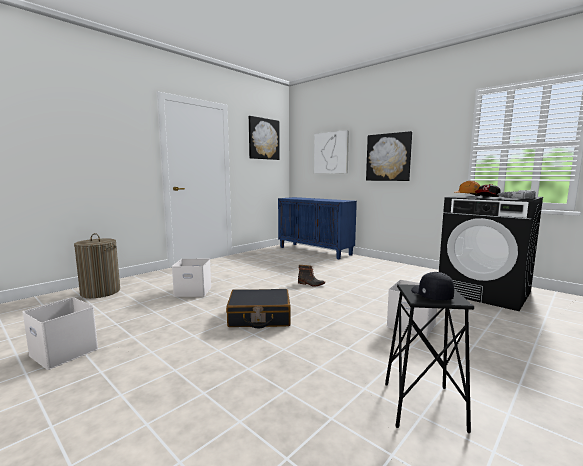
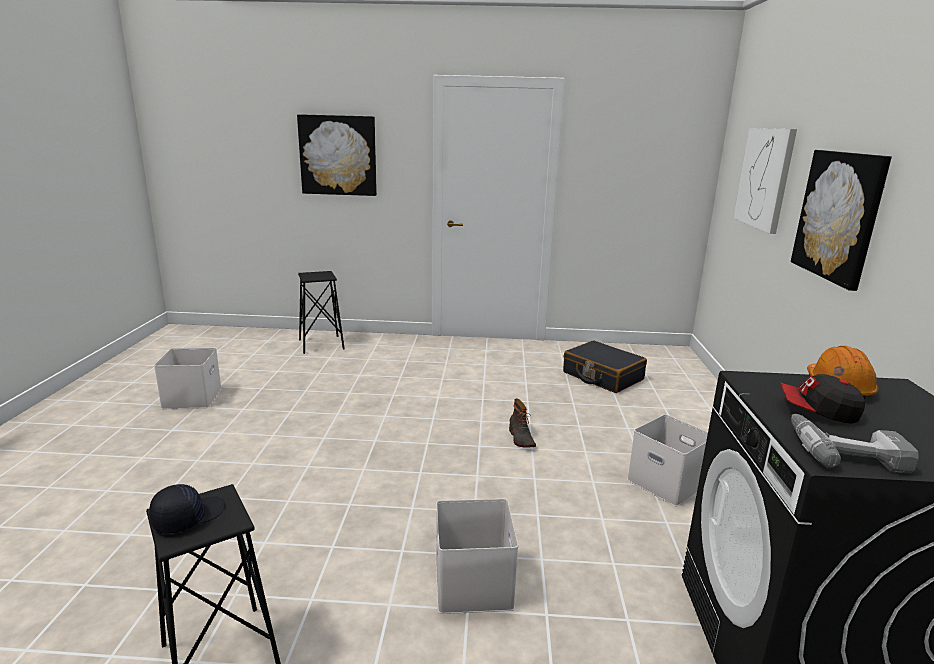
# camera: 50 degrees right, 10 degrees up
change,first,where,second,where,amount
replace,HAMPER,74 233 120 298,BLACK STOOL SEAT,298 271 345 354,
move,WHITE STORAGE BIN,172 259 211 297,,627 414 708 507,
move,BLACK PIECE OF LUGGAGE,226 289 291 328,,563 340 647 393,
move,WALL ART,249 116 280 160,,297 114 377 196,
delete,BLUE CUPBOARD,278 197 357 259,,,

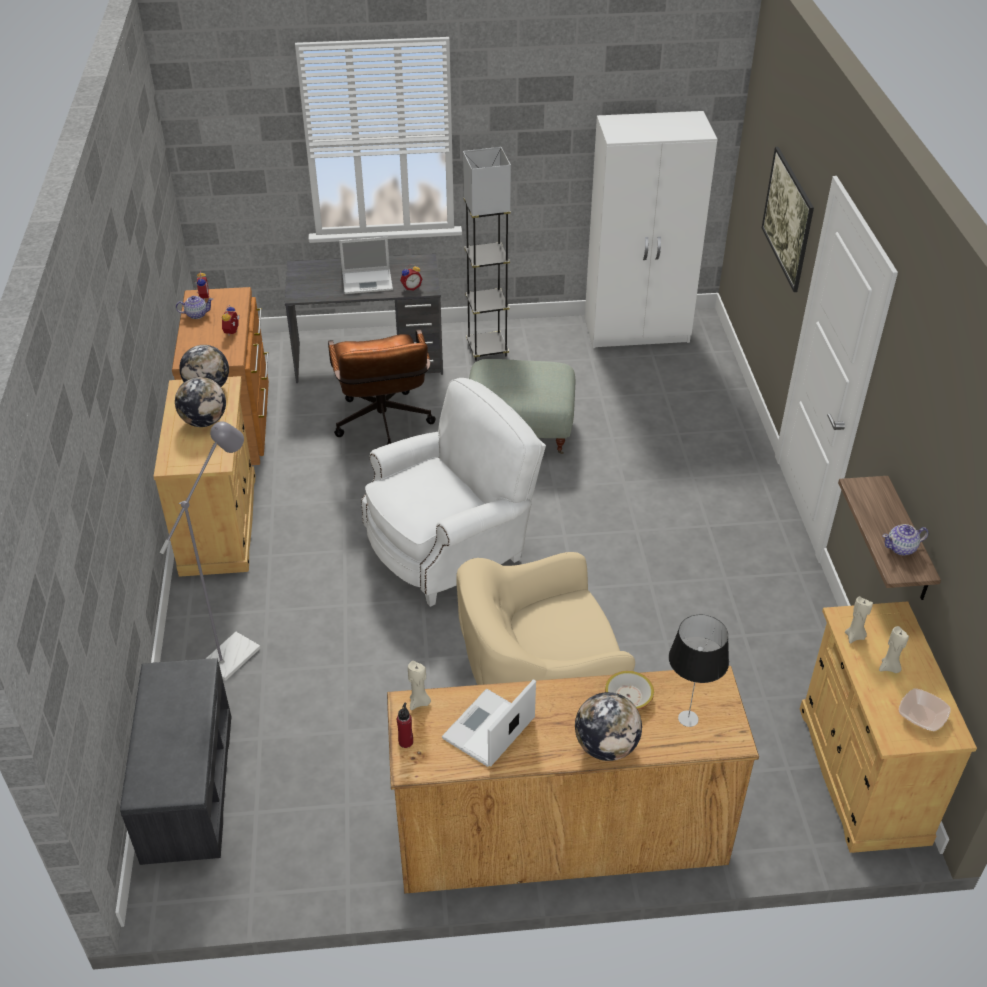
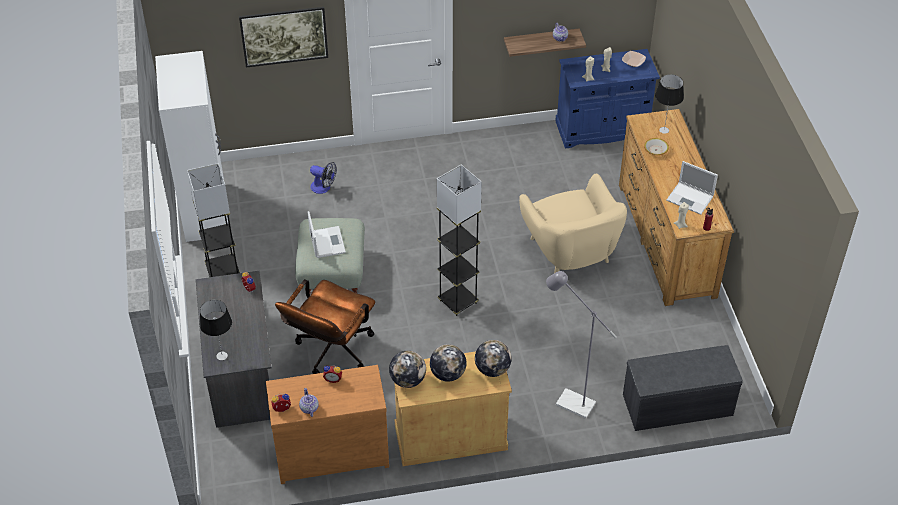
# camera: 95 degrees left, 5 degrees up
change,first,where,second,where,amount
rotate,BROWN-COLOURED DESK CHAIR,328 329 436 445,,275 279 375 374,135 degrees clockwise
move,PORTABLE COMPUTER,339 237 393 294,,308 211 346 258,
replace,WHITE LOUNGE CHAIR,361 378 546 607,GREY FLOOR LAMP,437 165 482 316,
move,GLOBE,575 692 642 761,,475 340 512 377,
recolor,BEIGE-COLOURED CUPBOARD,800 601 977 853,BLUE CUPBOARD,555 49 660 149,
insert,,,TABLETOP LAMP,200 300 232 360,
insert,,,ELECTRIC FAN,310 162 337 194,

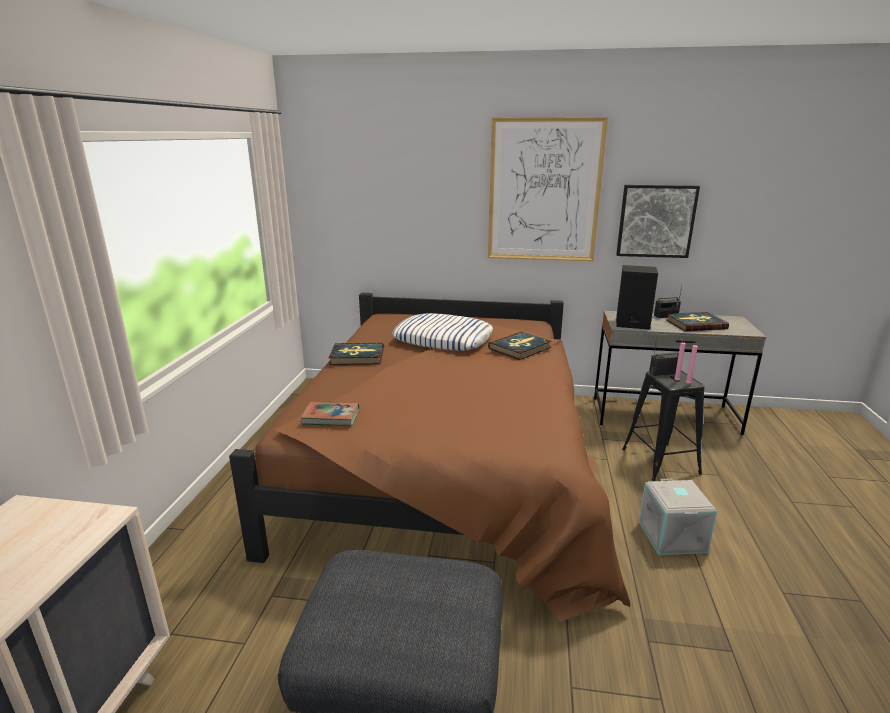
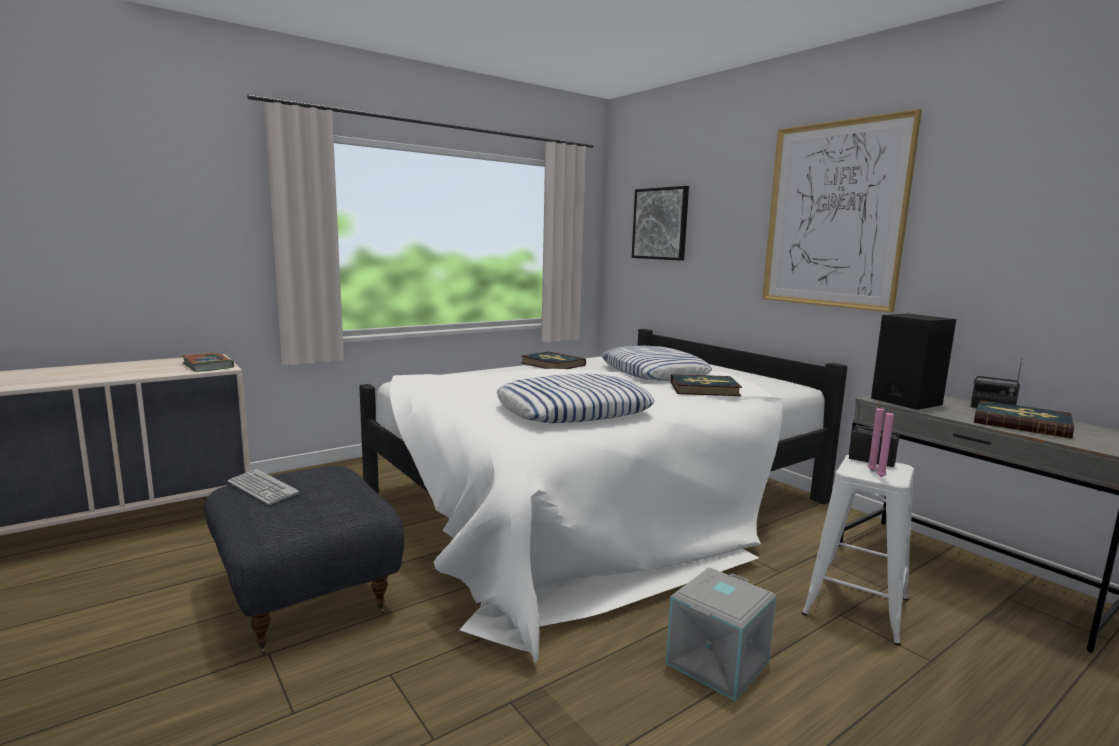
# camera: 45 degrees right, 10 degrees down
change,first,where,second,where,amount
recolor,BROWN-COLOURED BED,229 293 630 621,WHITE BED,359 329 847 663,
move,BOOK,301 402 359 426,,182 353 234 372,
move,WALL ART,616 185 700 258,,632 186 689 261,
recolor,BLACK STOOL SEAT,622 370 705 481,WHITE STOOL SEAT,802 455 914 646,
insert,,,KEYBOARD,228 469 300 505,
insert,,,PILLOW,497 374 655 423,

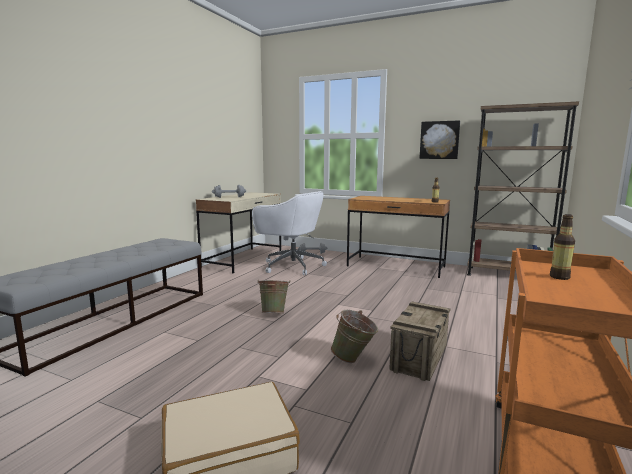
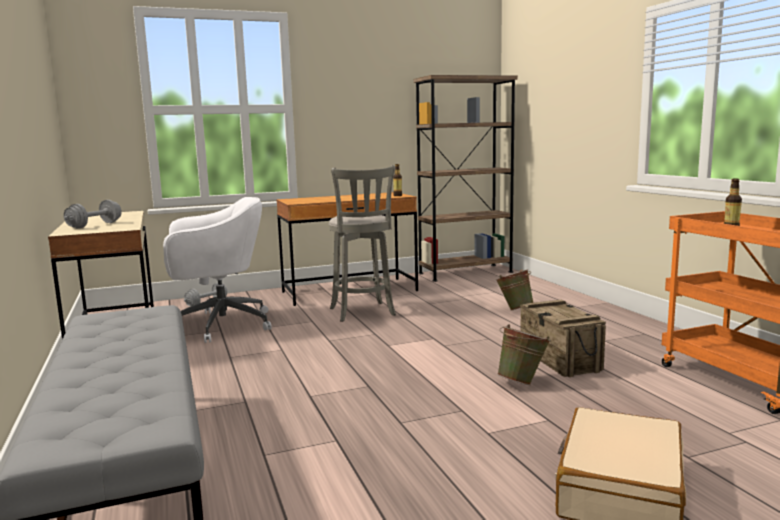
# camera: 45 degrees left, 0 degrees up
change,first,where,second,where,amount
move,GREEN WATER BUCKET,257 280 290 313,,495 269 533 311,
delete,WALL ART,420 120 460 159,,,
insert,,,GREY STOOL SEAT,329 165 396 322,

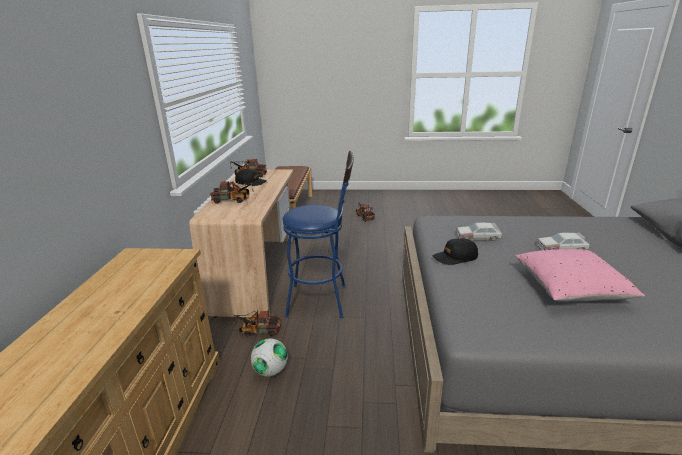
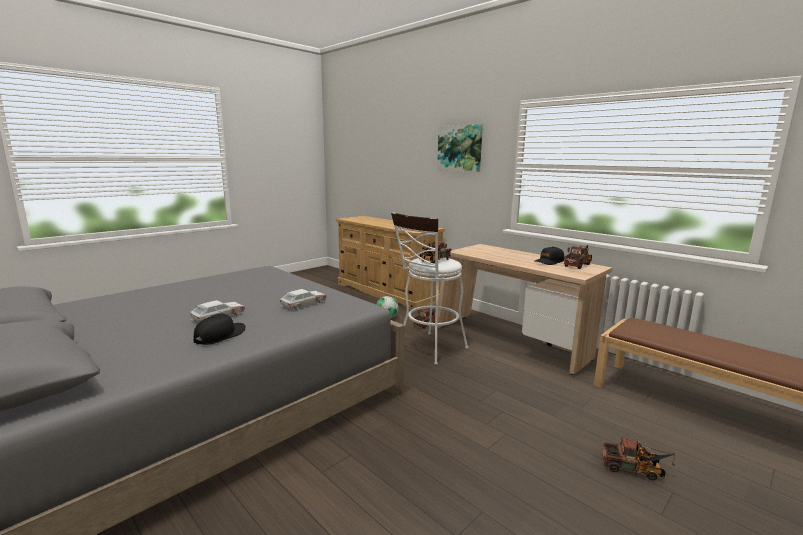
# camera: 130 degrees right, 10 degrees down
change,first,where,second,where,amount
move,TOY LORRY,210 181 254 204,,420 241 452 264,
recolor,BLUE STOOL SEAT,282 151 354 318,WHITE STOOL SEAT,391 212 468 365,
move,BLACK PEAKED CAP,432 239 478 265,,193 314 246 345,
delete,PINKISH PILLOW,515 249 645 302,,,
insert,,,WALL ART,437 124 483 172,

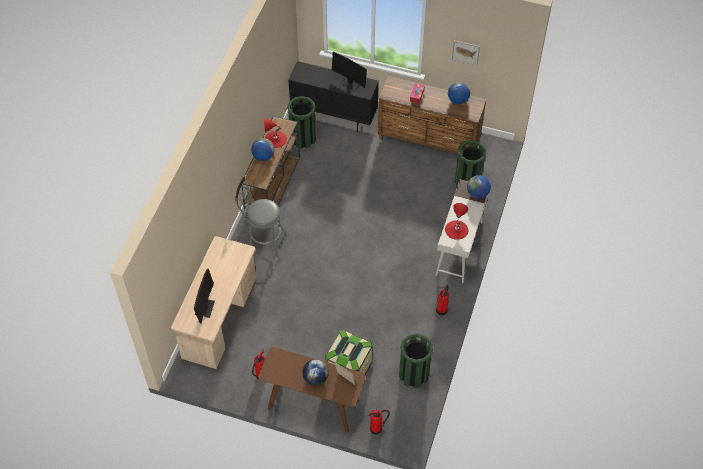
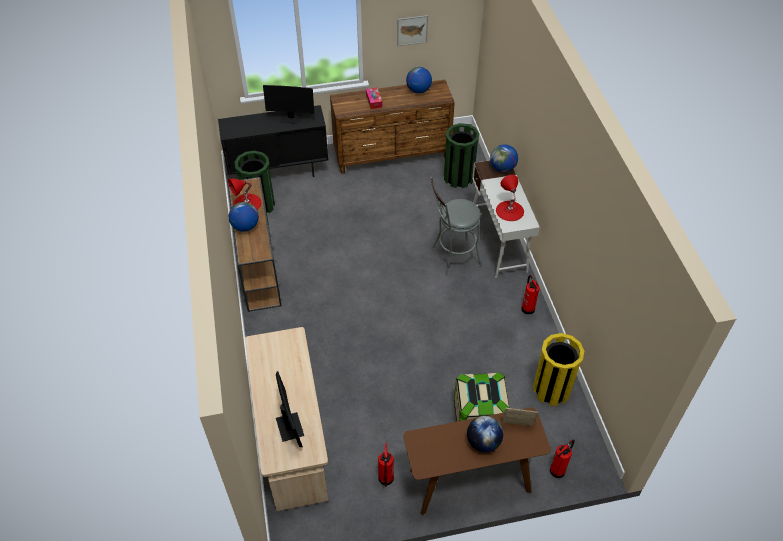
# camera: 30 degrees left, 5 degrees down
change,first,where,second,where,amount
move,GREY STOOL SEAT,235 176 286 259,,430 177 482 276,
recolor,GREEN TRASH CAN,399 333 433 388,YELLOWISH TRASH CAN,533 333 584 406,

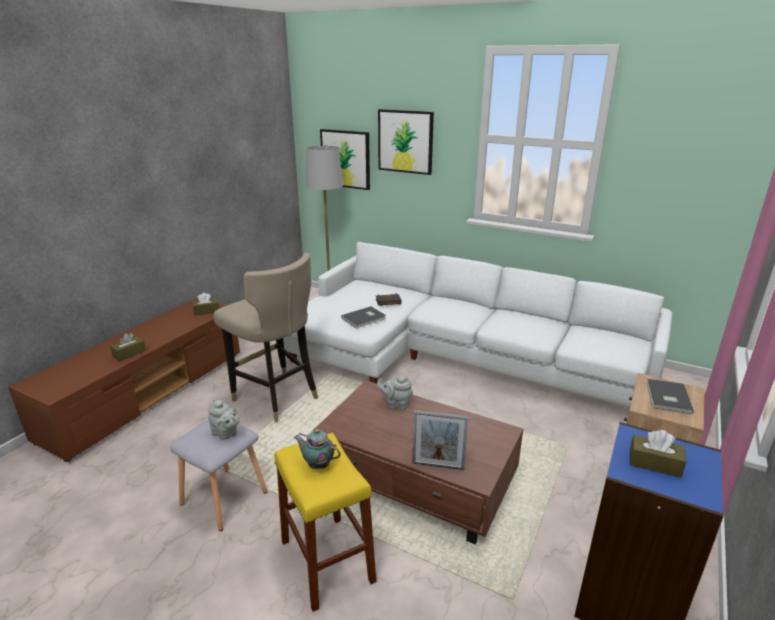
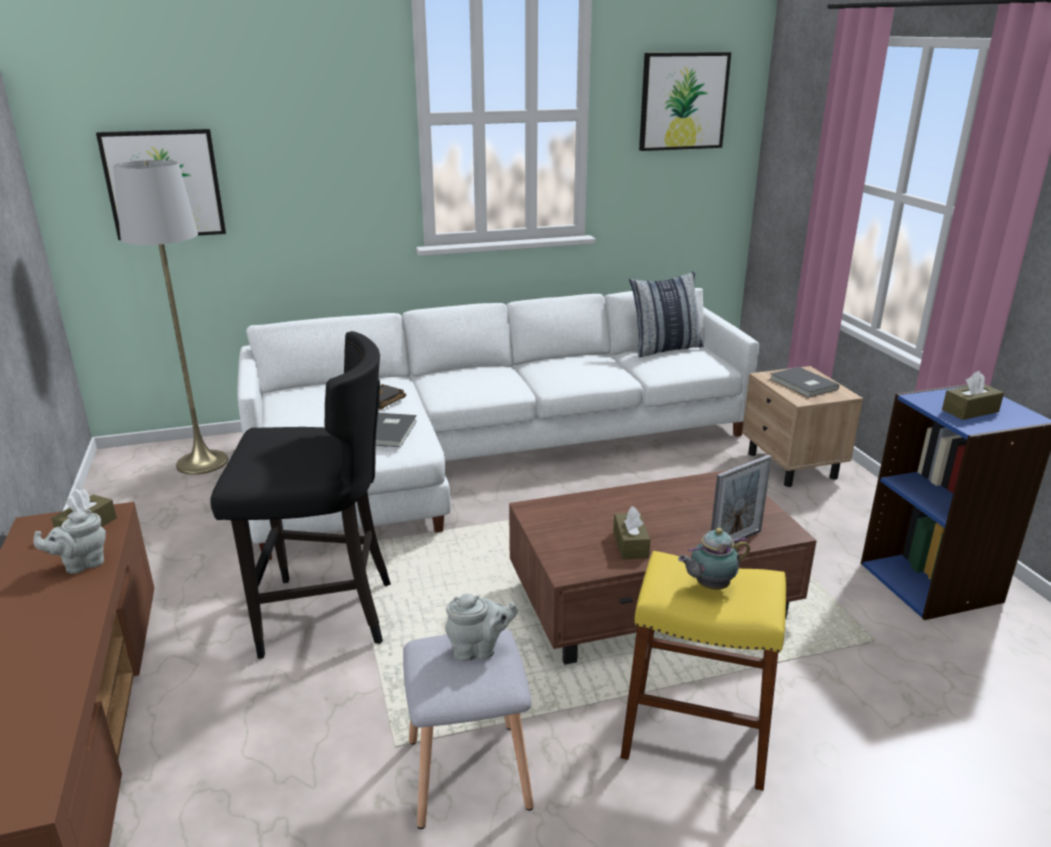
# camera: 45 degrees left, 0 degrees up
change,first,where,second,where,amount
move,BROWN-COLOURED TISSUE BOX,110 333 146 361,,613 506 650 559,
recolor,BEIGE-COLOURED STOOL SEAT,213 253 318 422,BLACK STOOL SEAT,210 331 391 659,
move,GREY TEA POT,377 376 413 410,,33 510 106 574,
move,WALL ART,378 109 434 175,,639 52 731 151,
insert,,,PILLOW,629 271 704 357,

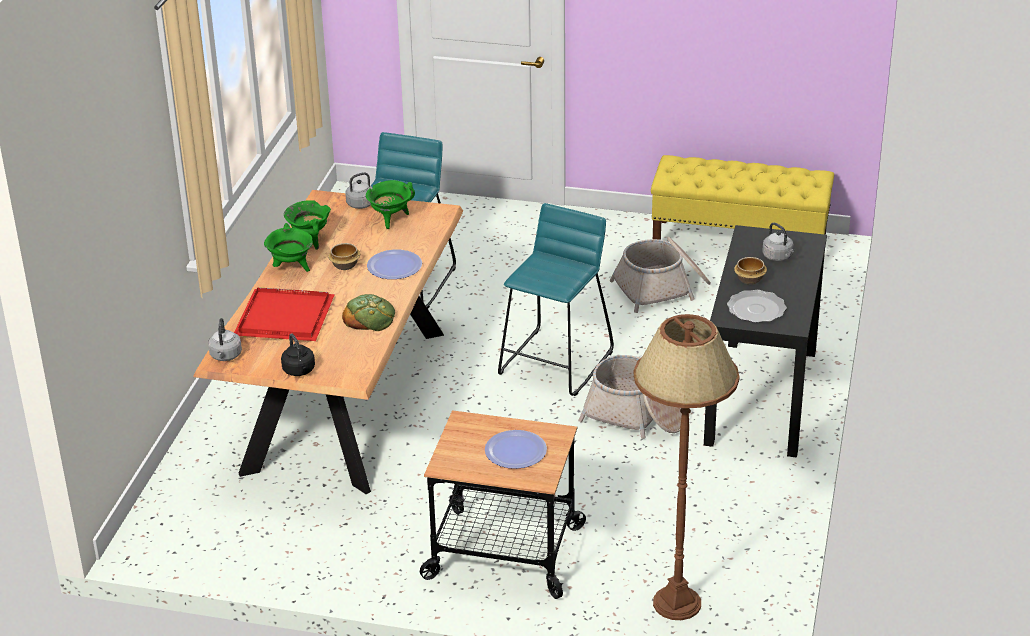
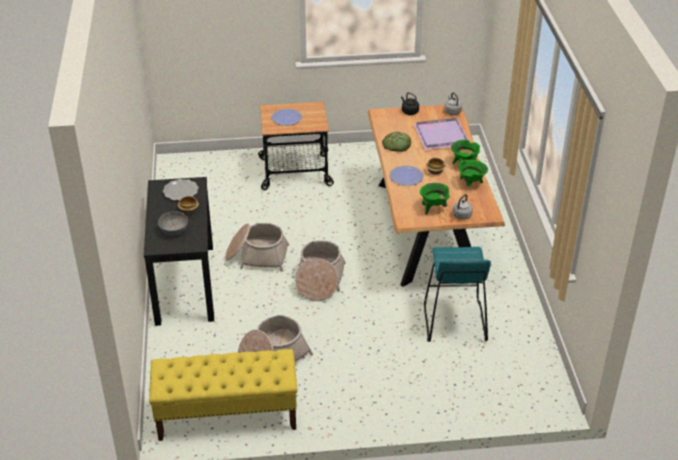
# camera: 160 degrees right, 5 degrees up
change,first,where,second,where,amount
recolor,RED CARRYING TRAY,234 287 335 341,PURPLE-COLOURED CARRYING TRAY,413 118 469 150,
replace,TURQUOISE STOOL SEAT,498 203 614 396,HOUSEHOLD BASKET,295 240 346 301,
delete,BROWN-COLOURED FLOOR LAMP,634 314 740 620,,,
replace,GREY KETTLE,762 222 794 261,GREY BOWL,158 211 188 235,

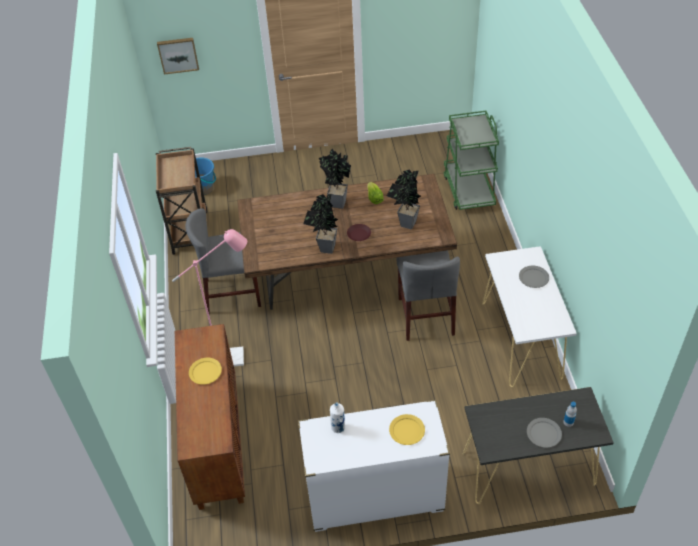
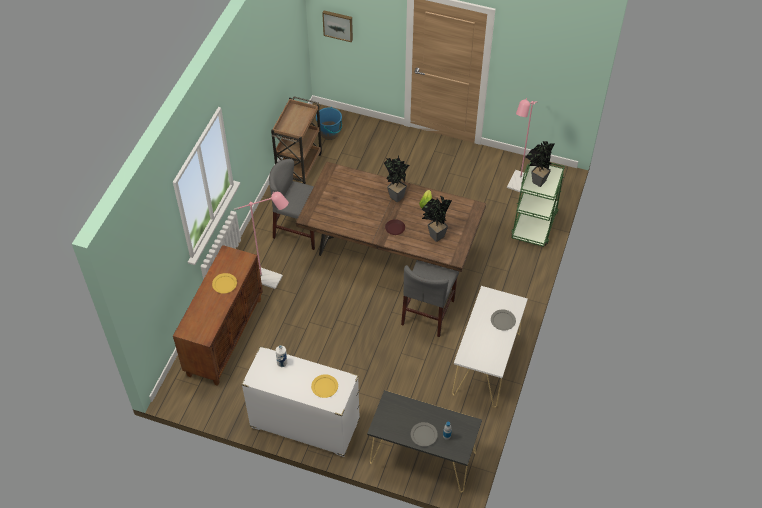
# camera: 25 degrees right, 5 degrees up
change,first,where,second,where,amount
move,PLANT IN A POT,303 194 338 254,,525 141 555 187,
insert,,,PINKISH FLOOR LAMP,507 98 538 193,

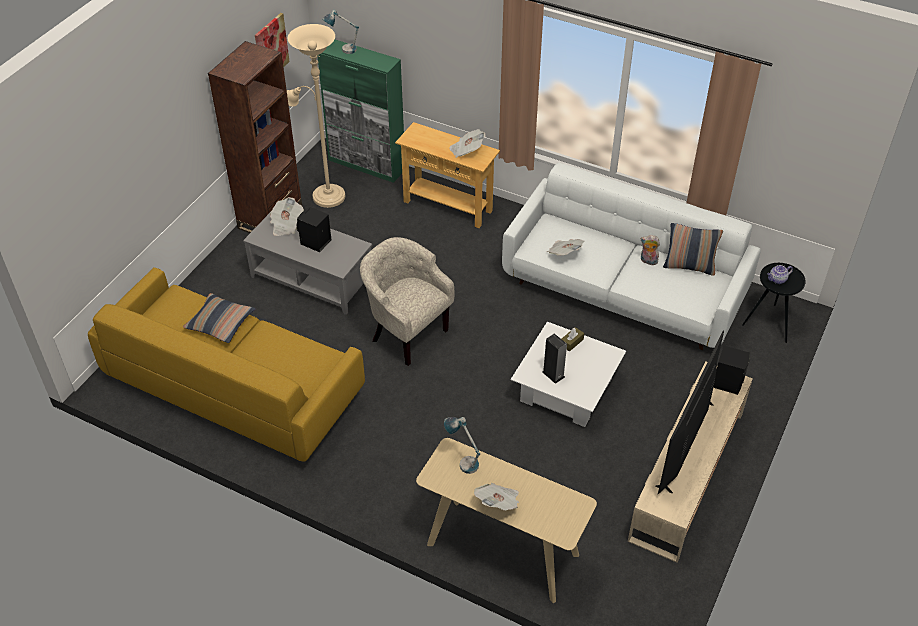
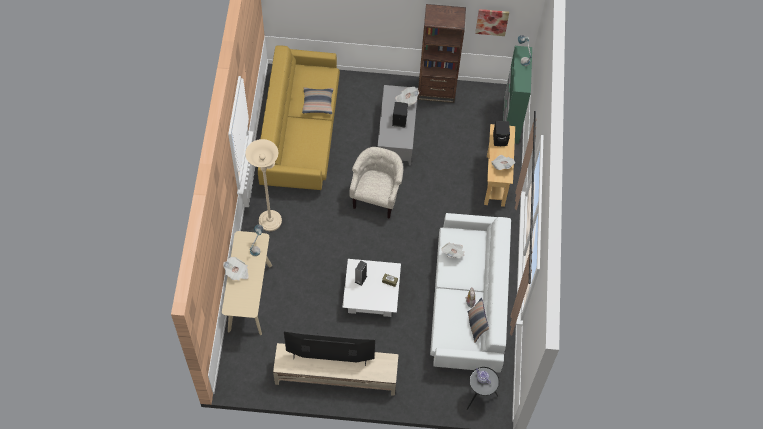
# camera: 65 degrees right, 15 degrees up
change,first,where,second,where,amount
move,BEIGE-COLOURED FLOOR LAMP,287 24 345 208,,245 139 282 231,
move,BLACK SPEAKER,713 346 750 395,,493 121 510 146,

